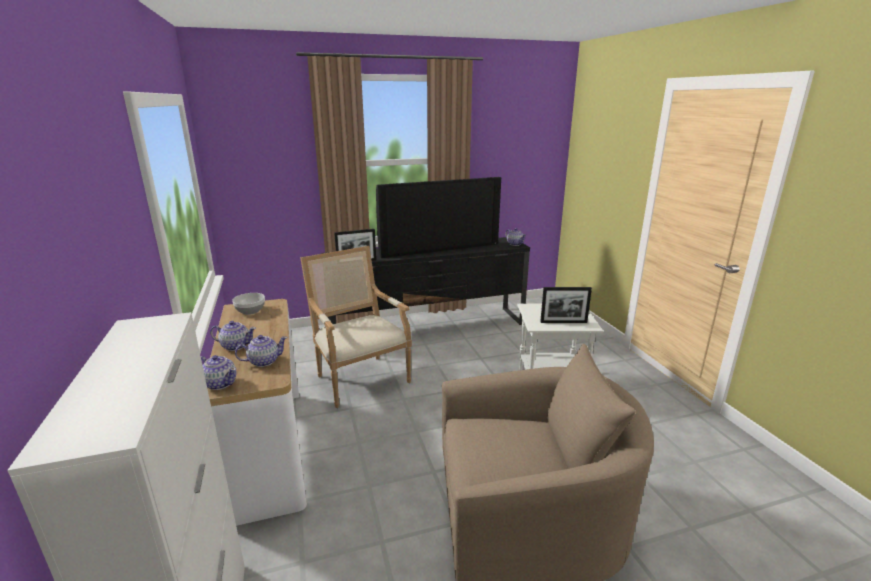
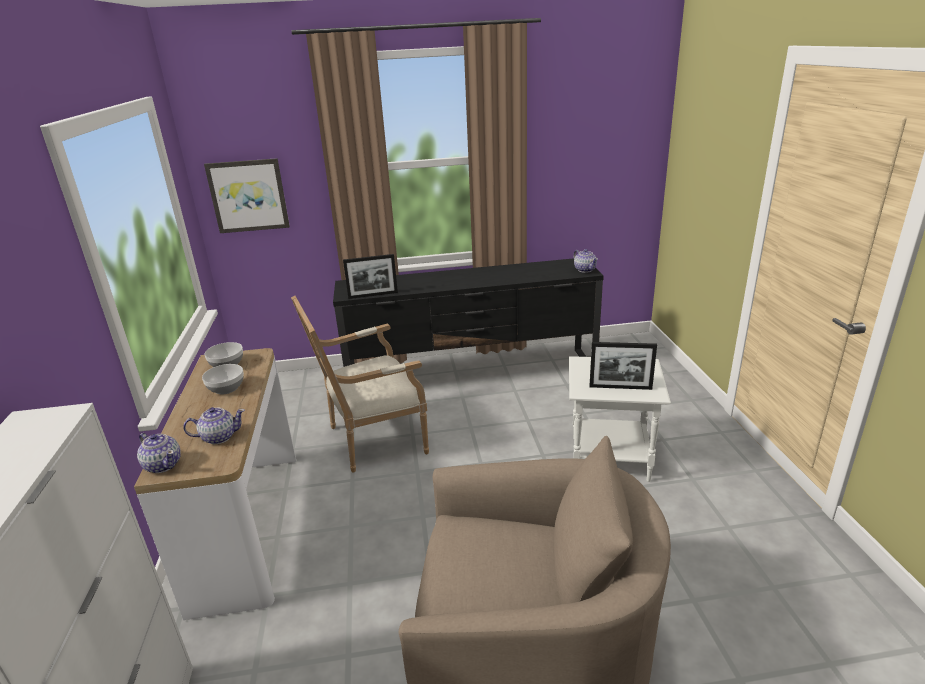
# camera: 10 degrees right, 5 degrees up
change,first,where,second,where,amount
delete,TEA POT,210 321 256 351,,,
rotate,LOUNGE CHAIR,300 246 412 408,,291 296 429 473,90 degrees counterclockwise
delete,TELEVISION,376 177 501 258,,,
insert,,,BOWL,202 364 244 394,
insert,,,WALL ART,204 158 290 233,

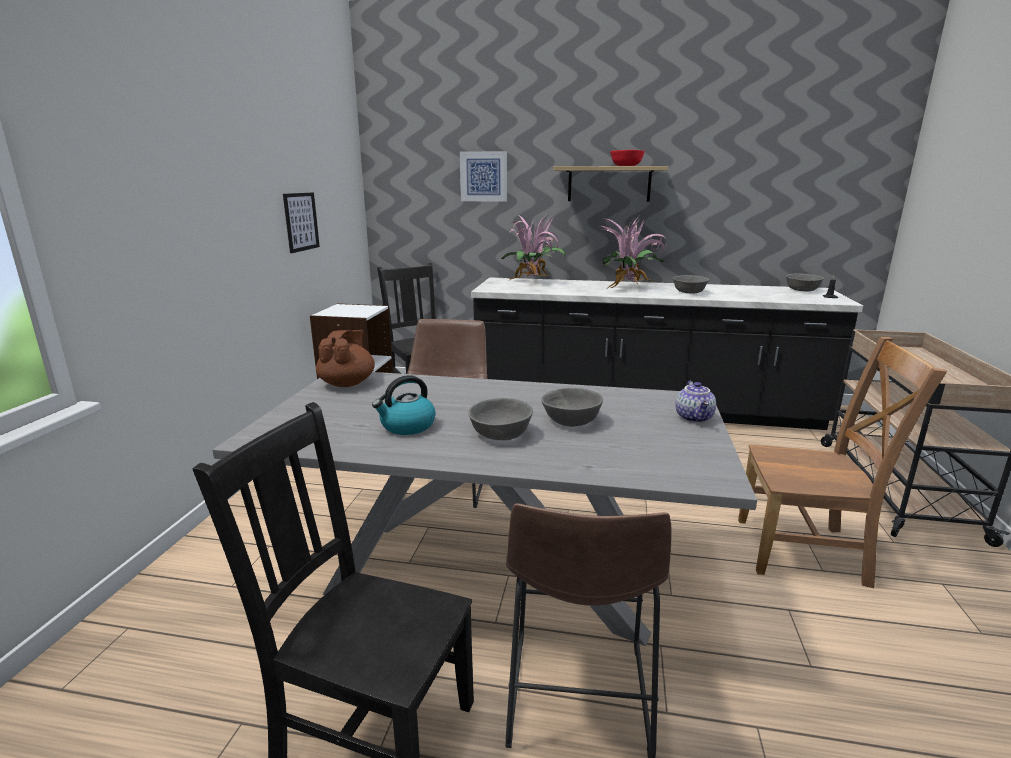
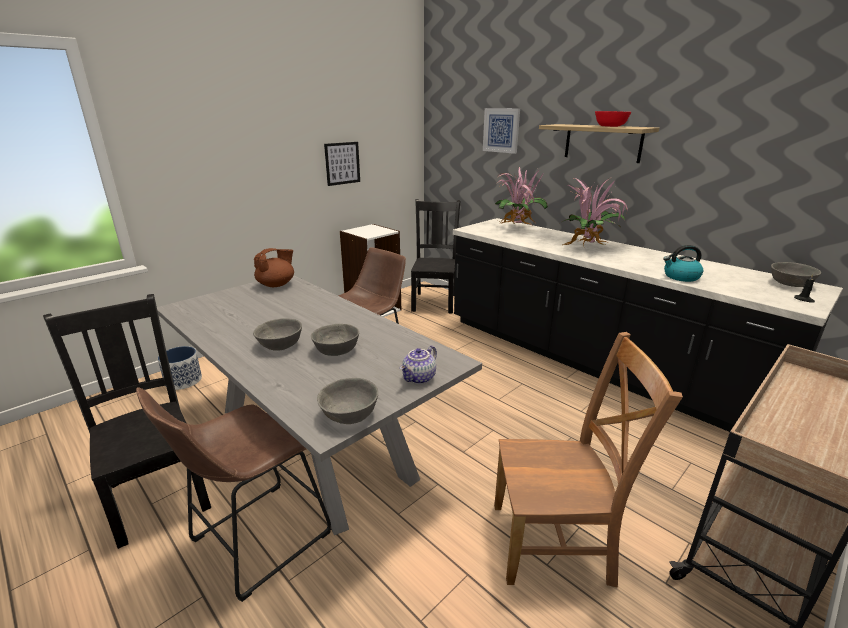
# camera: 35 degrees right, 5 degrees up
change,first,where,second,where,amount
move,KETTLE,372 375 436 435,,663 245 703 282,
move,GREY BOWL,673 275 709 294,,317 378 378 424,
rotate,BROWN-COLOURED PLAIN CHAIR,738 337 947 588,,494 332 683 588,45 degrees counterclockwise
insert,,,PLANTER,158 346 202 390,

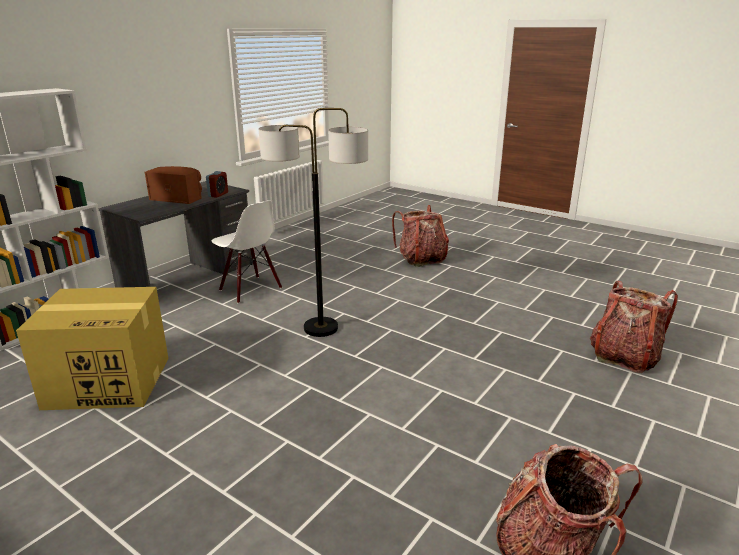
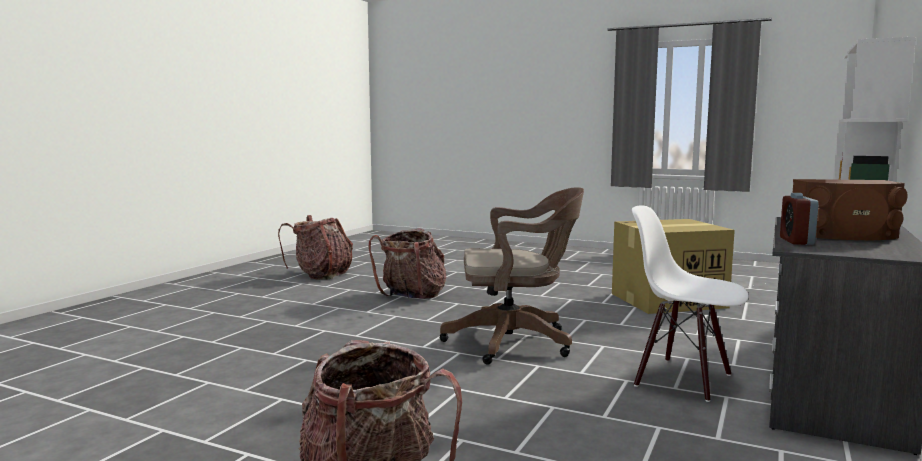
# camera: 170 degrees right, 15 degrees down
change,first,where,second,where,amount
replace,FLOOR LAMP,259 108 368 337,BROWN-COLOURED DESK CHAIR,439 187 584 365,
move,BACKPACK,590 281 678 373,,369 228 446 299,

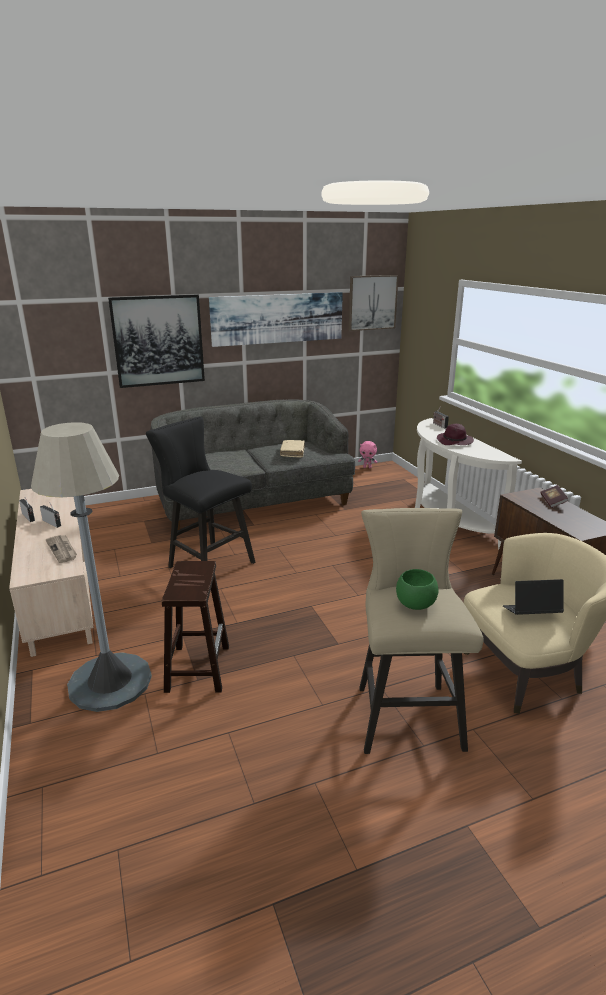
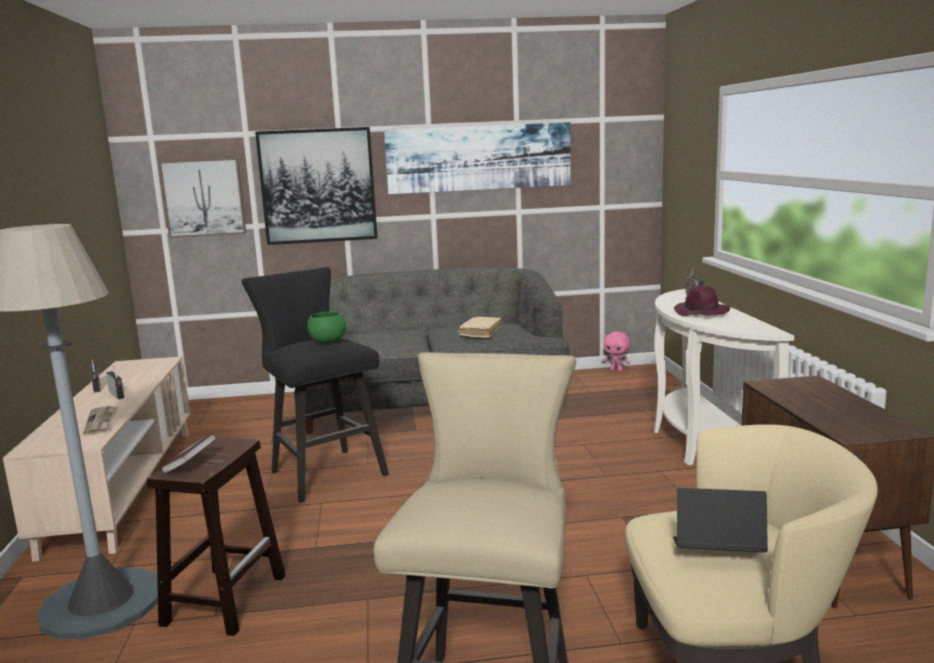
# camera: 15 degrees right, 10 degrees down
change,first,where,second,where,amount
move,WALL ART,349 275 399 331,,159 158 246 238,
move,GREEN BOWL,396 569 439 610,,307 311 346 344,
move,BOOK,540 485 569 508,,161 433 217 474,

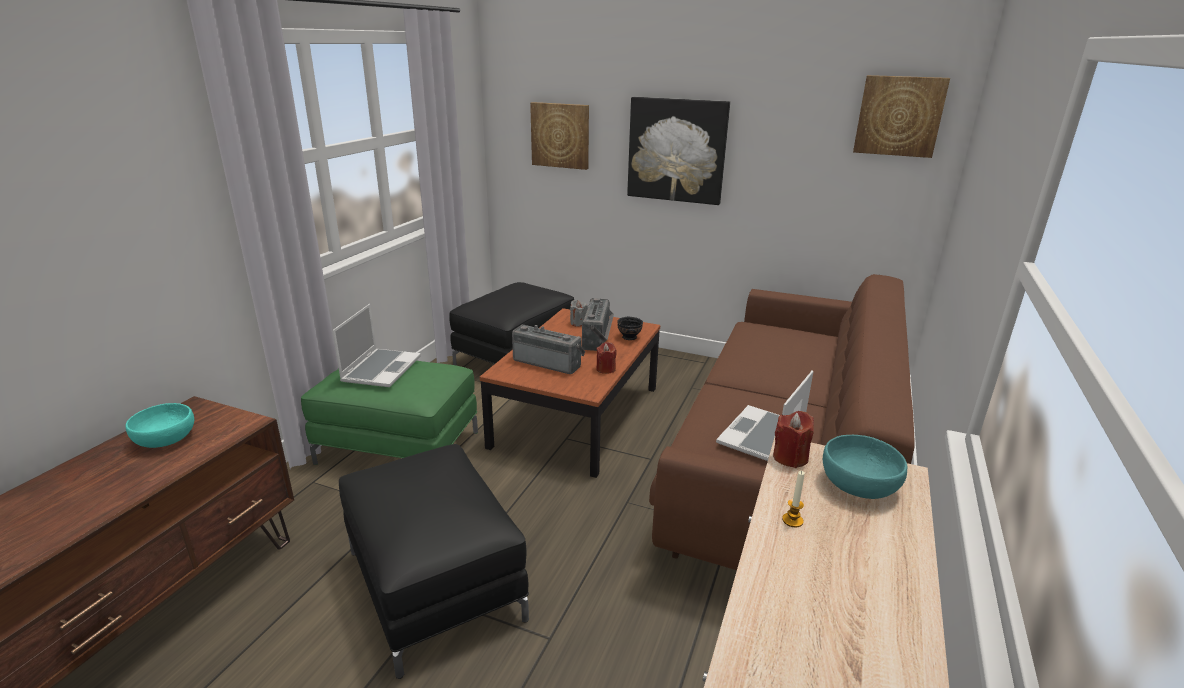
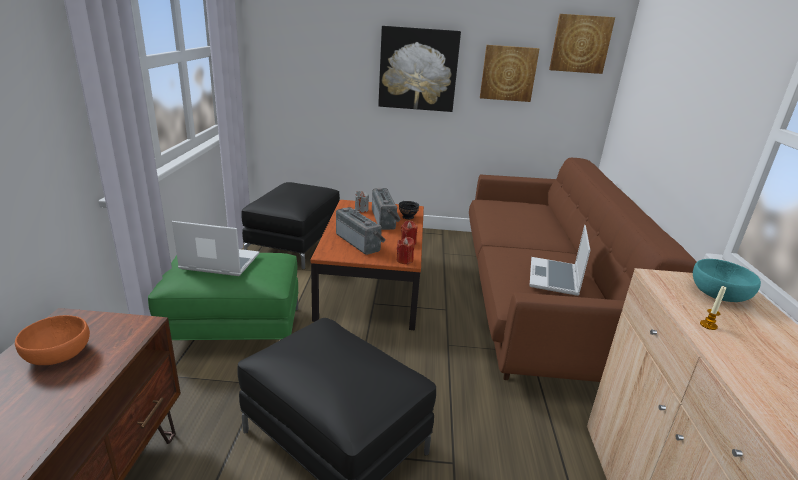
# camera: 20 degrees left, 0 degrees up
change,first,where,second,where,amount
recolor,TURQUOISE BOWL,125 403 194 448,ORANGEY BOWL,15 315 90 365,
rotate,PORTABLE COMPUTER,332 304 421 387,,172 221 259 276,75 degrees counterclockwise
rotate,RADIO SET,512 324 585 374,,336 207 386 255,45 degrees clockwise
move,WALL ART,530 102 589 170,,480 45 539 102,
move,RED WAX CANDLE,773 411 814 468,,397 237 414 264,

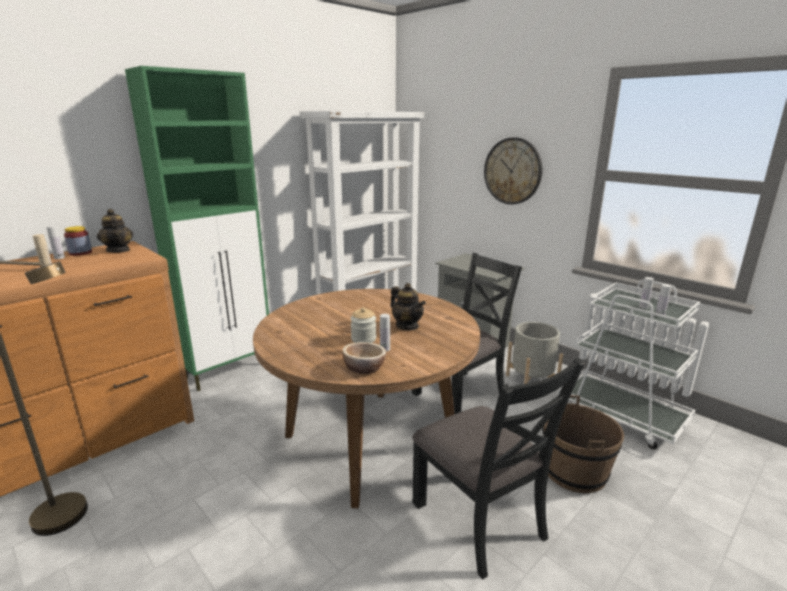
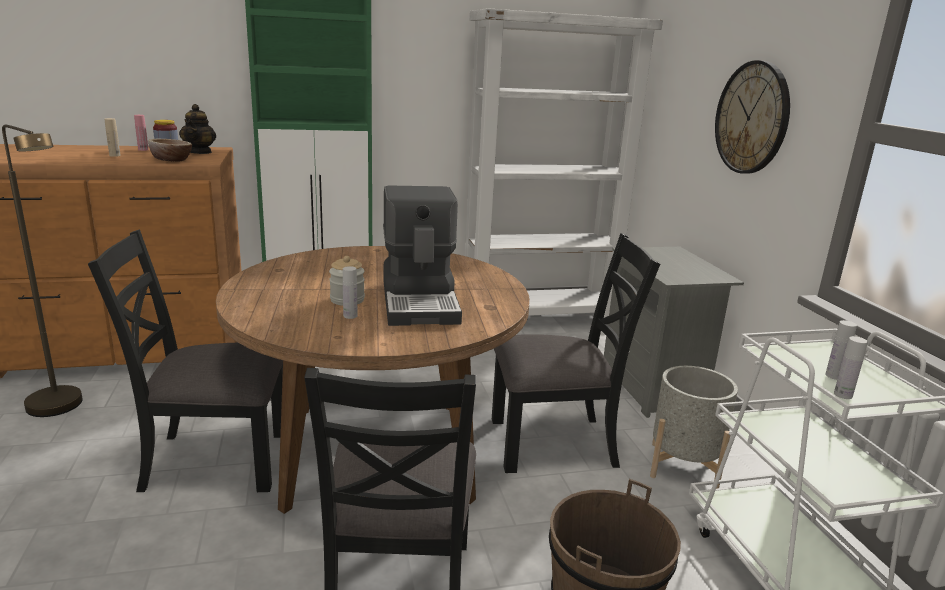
# camera: 30 degrees right, 0 degrees up
change,first,where,second,where,amount
recolor,WHITE BOTTLE,46 226 65 259,PINKISH BOTTLE,134 115 149 151,
move,BOWL,342 342 386 374,,148 139 192 161,
replace,TEA POT,390 283 426 330,COFFEE MAKER,383 185 462 326,
insert,,,BLACK PLAIN CHAIR,88 229 283 492,

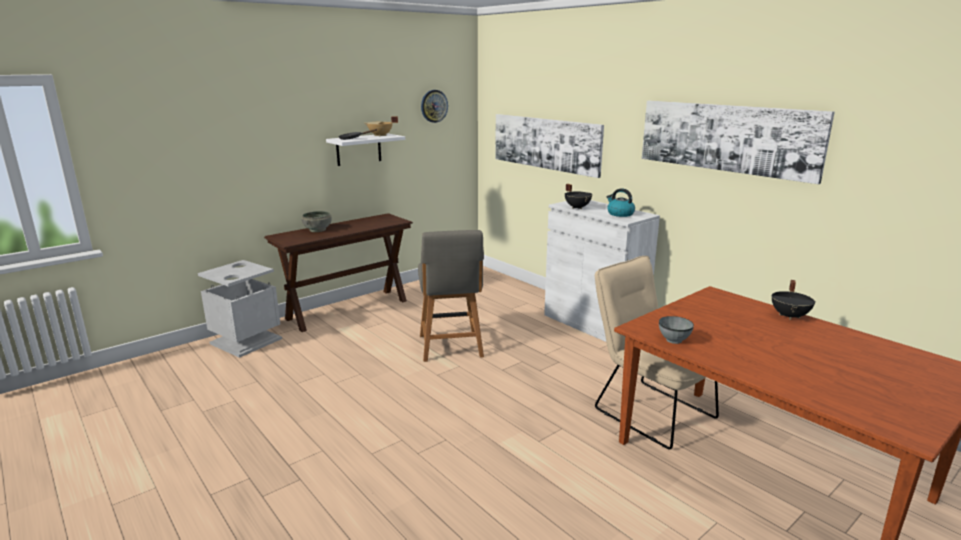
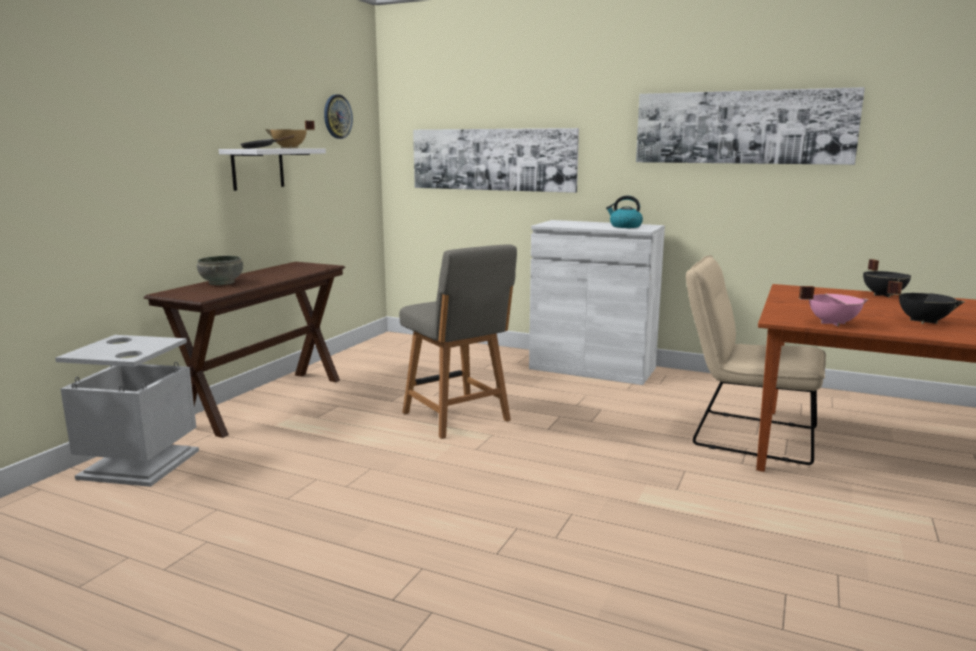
# camera: 25 degrees left, 5 degrees down
change,first,where,second,where,amount
move,BLACK STOCKPOT,565 184 592 209,,887 281 965 324,
replace,GREY BOWL,659 316 694 344,PINKISH STOCKPOT,799 286 869 326,

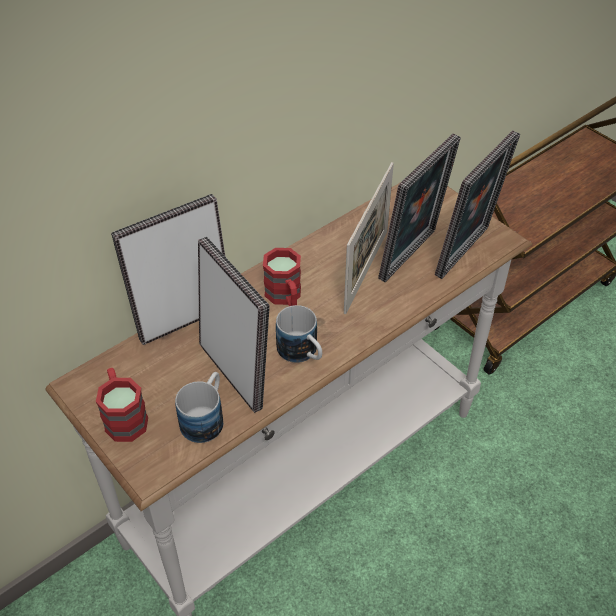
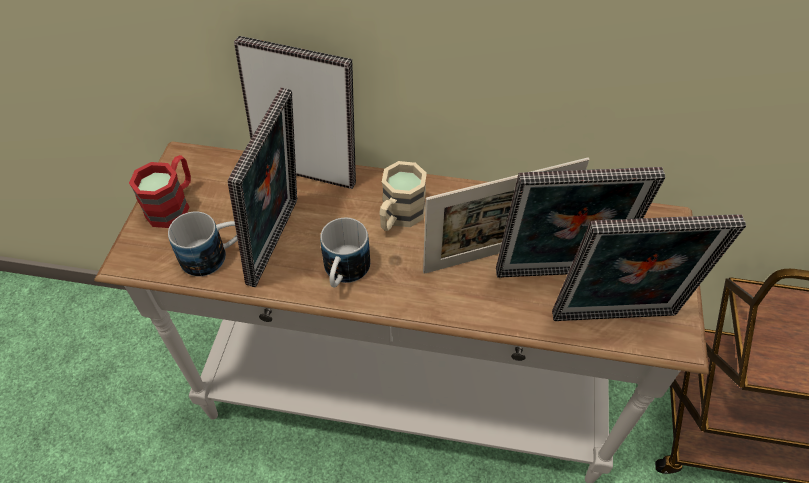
# camera: 50 degrees right, 5 degrees up
change,first,where,second,where,amount
recolor,RED MUG,263 248 301 306,BEIGE-COLOURED MUG,379 161 427 231,

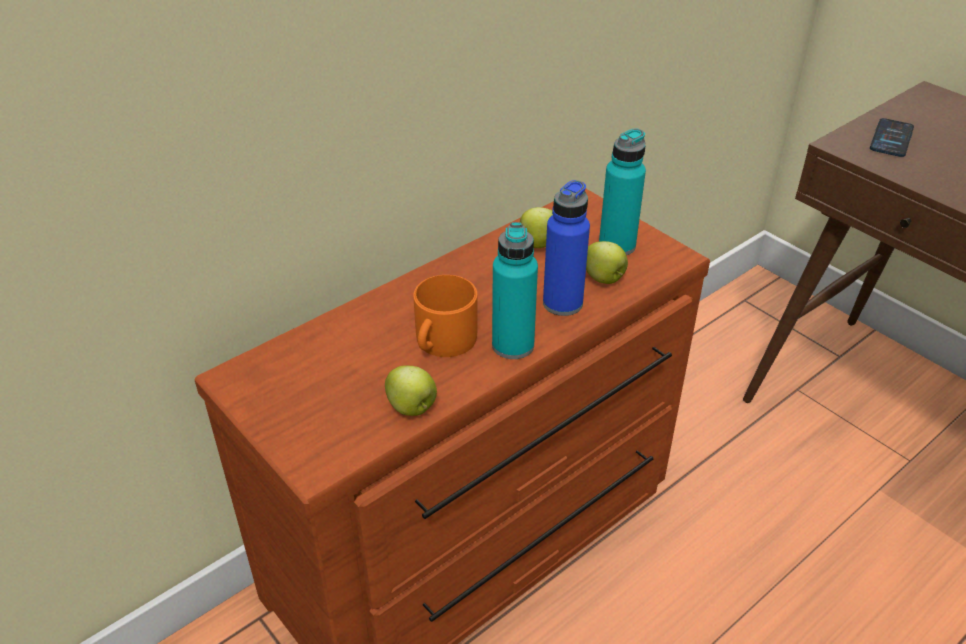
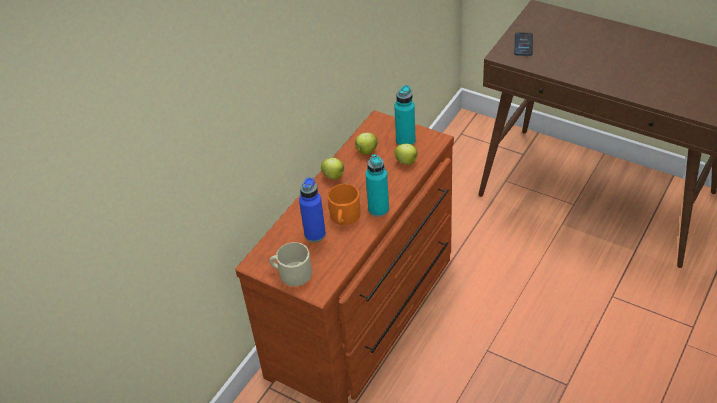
# camera: 15 degrees left, 5 degrees up
change,first,where,second,where,amount
move,WHOLE APPLE,385 366 437 416,,321 158 344 179,
move,BLUE BOTTLE,543 180 590 316,,299 177 326 242,
insert,,,BEIGE-COLOURED MUG,269 242 312 286,

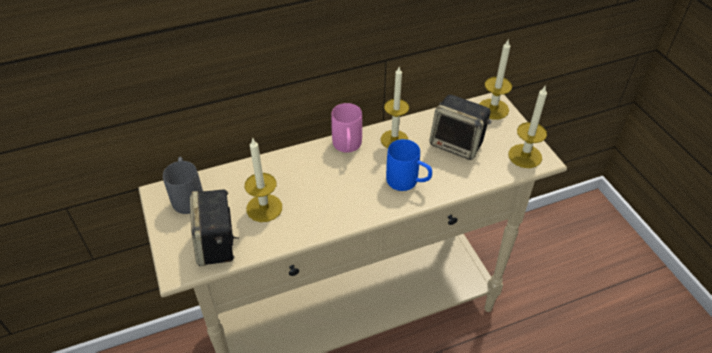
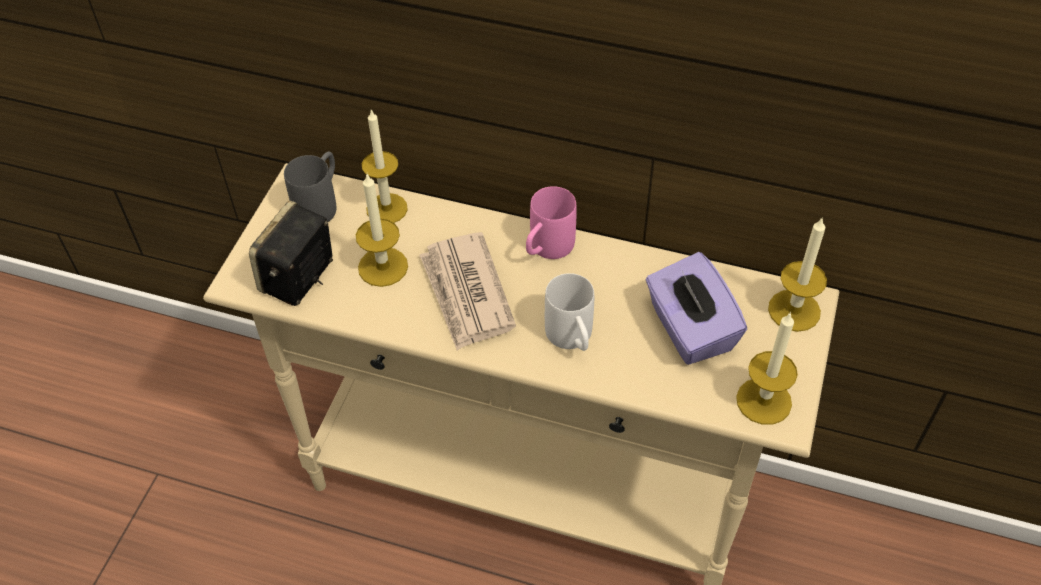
# camera: 40 degrees right, 5 degrees up
change,first,where,second,where,amount
move,WAX CANDLE,381 67 409 148,,362 110 408 223,
recolor,BLUE MUG,386 139 432 191,WHITE MUG,545 273 594 351,
replace,SPEAKER,429 94 492 160,PURPLE-COLOURED TISSUE BOX,646 252 747 365,
insert,,,DAILY PAPER,420 232 516 350,

